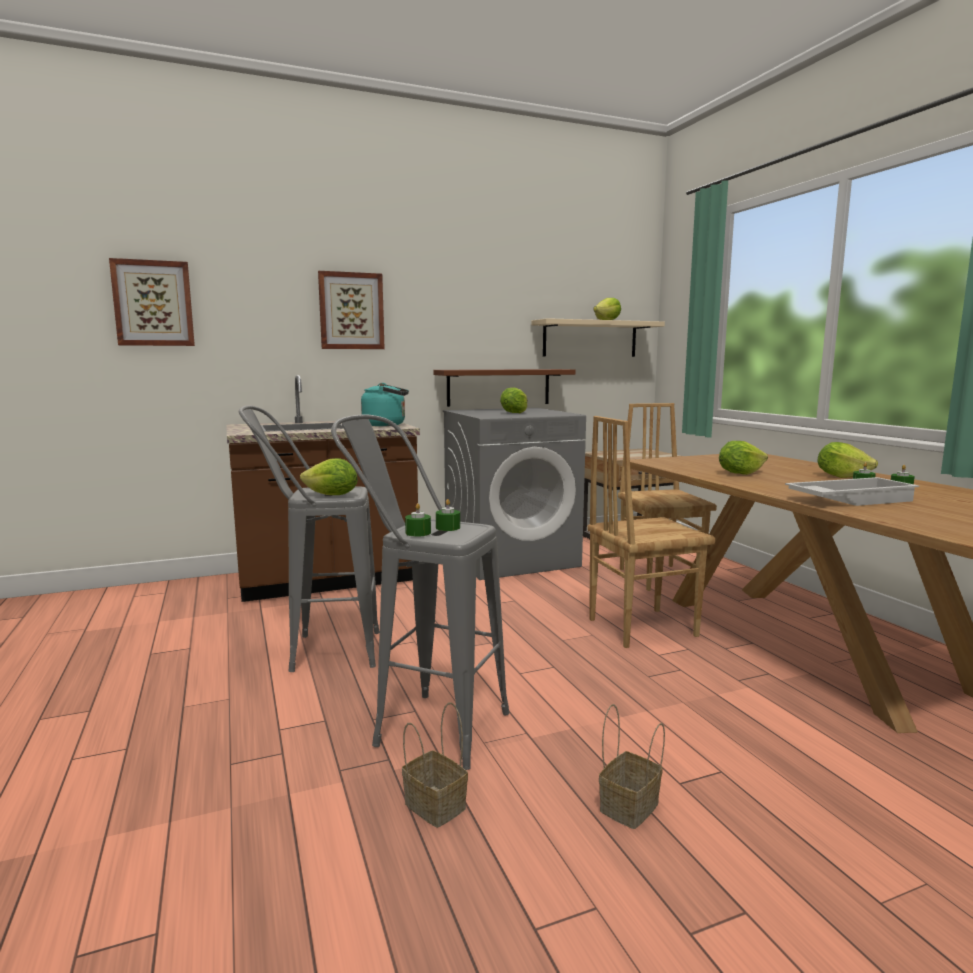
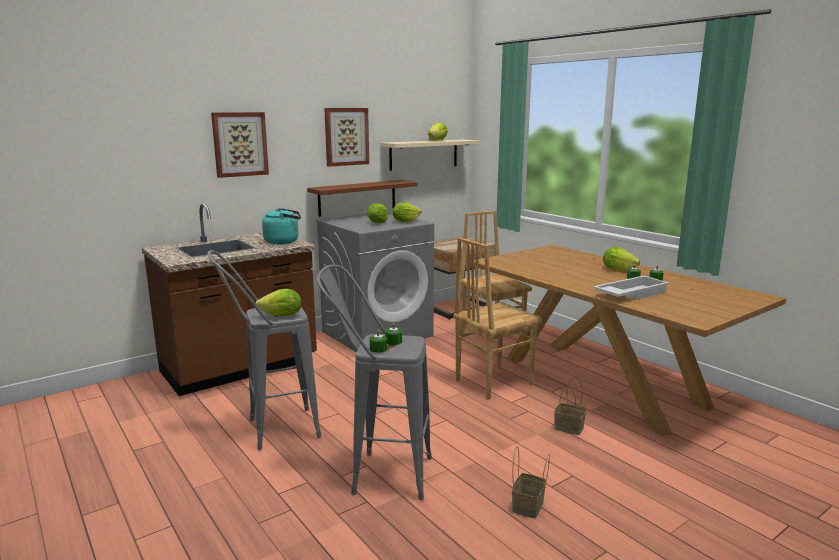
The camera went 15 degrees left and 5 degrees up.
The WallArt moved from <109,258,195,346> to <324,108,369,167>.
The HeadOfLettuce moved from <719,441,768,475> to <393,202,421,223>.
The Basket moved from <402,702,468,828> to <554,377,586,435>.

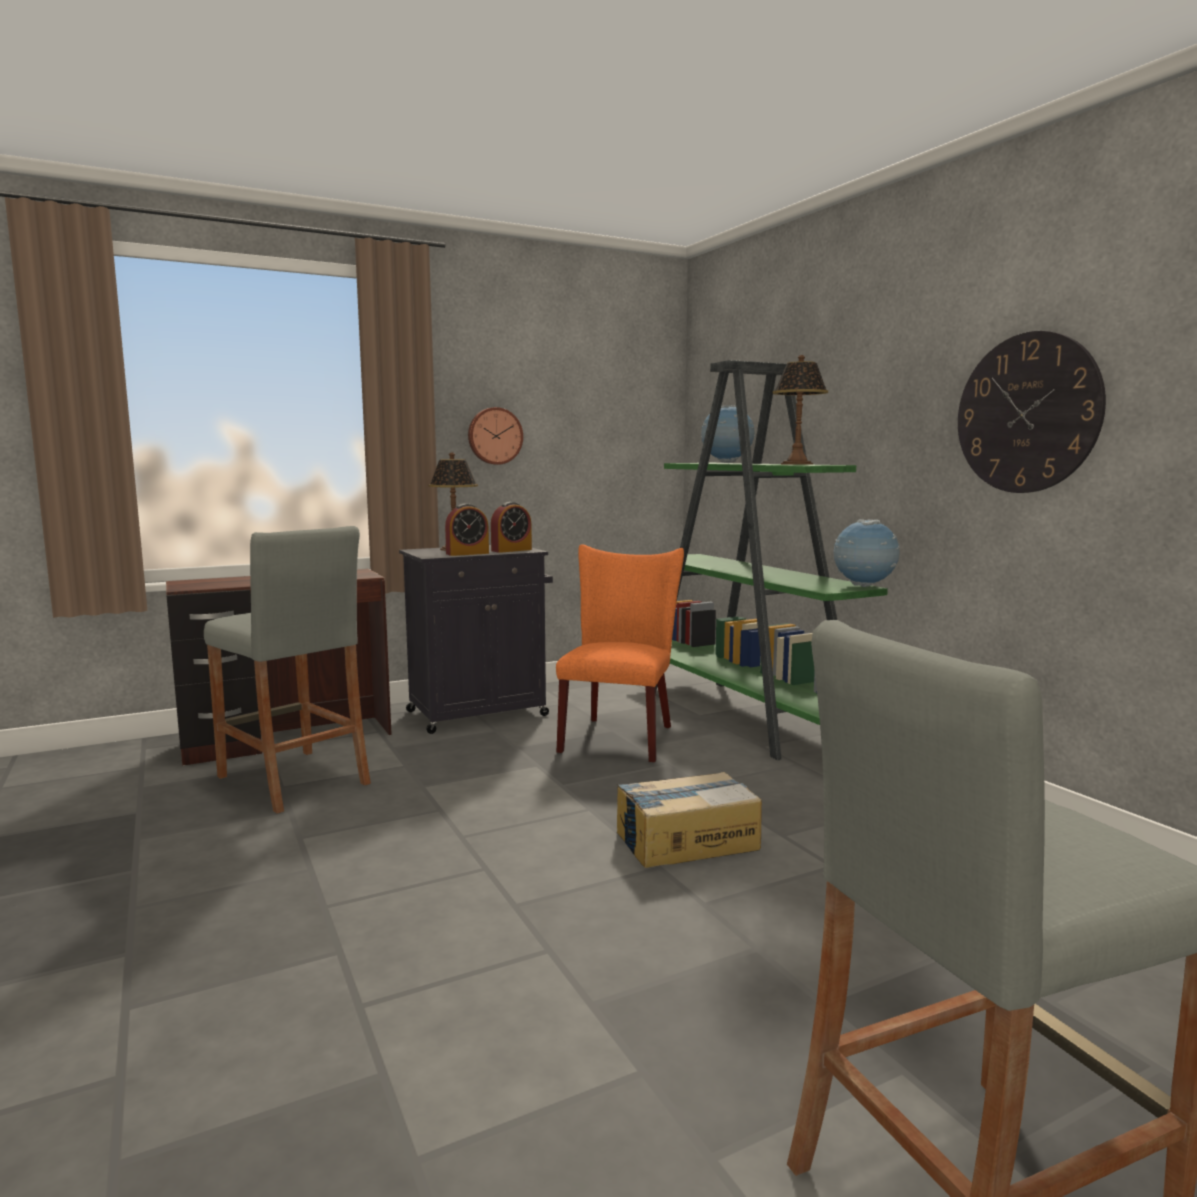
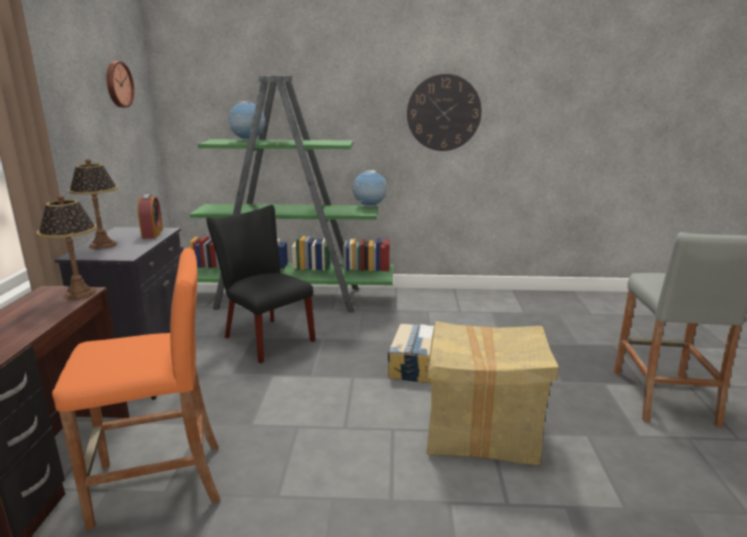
The camera went 60 degrees left and 10 degrees up.
The TabletopLamp moved from <773,355,828,465> to <37,195,97,300>.
The GreySittingStool at <204,526,371,814> became the OrangeSittingStool at <52,248,220,530>.
The HangingClock moved from <468,407,523,465> to <107,61,134,108>.
The OrangePlainChair at <556,544,684,762> became the BlackishPlainChair at <206,205,316,364>.
The CardboardBox at <427,321,559,465> appeared.
The BedsideClock at <445,503,489,556> disappeared.

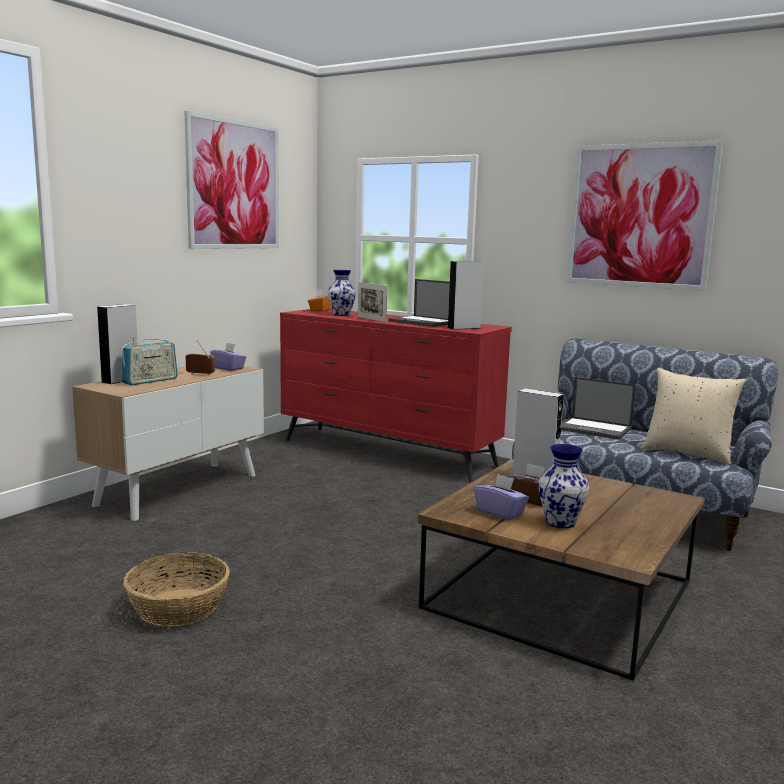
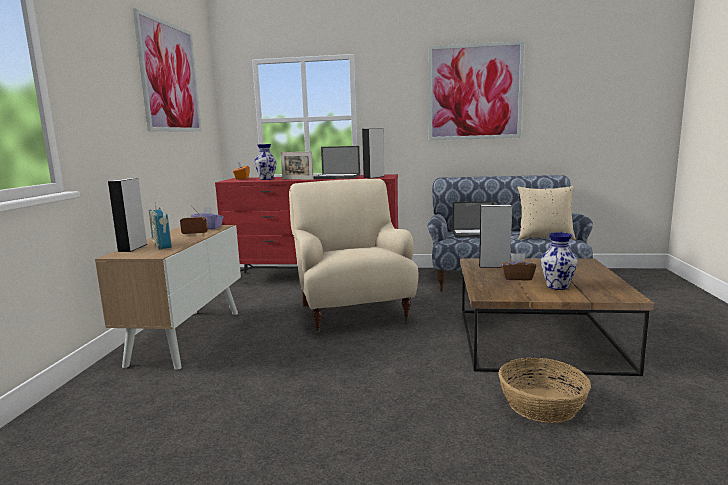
The camera went 25 degrees left and 0 degrees up.
The RadioSet at <121,337,178,385> turned 135 degrees clockwise.
The SandColouredEasyChair at <289,179,418,333> appeared.
The Basket moved from <124,552,230,627> to <498,358,591,423>.
The PurpleColouredTissueBox at <474,474,529,520> disappeared.

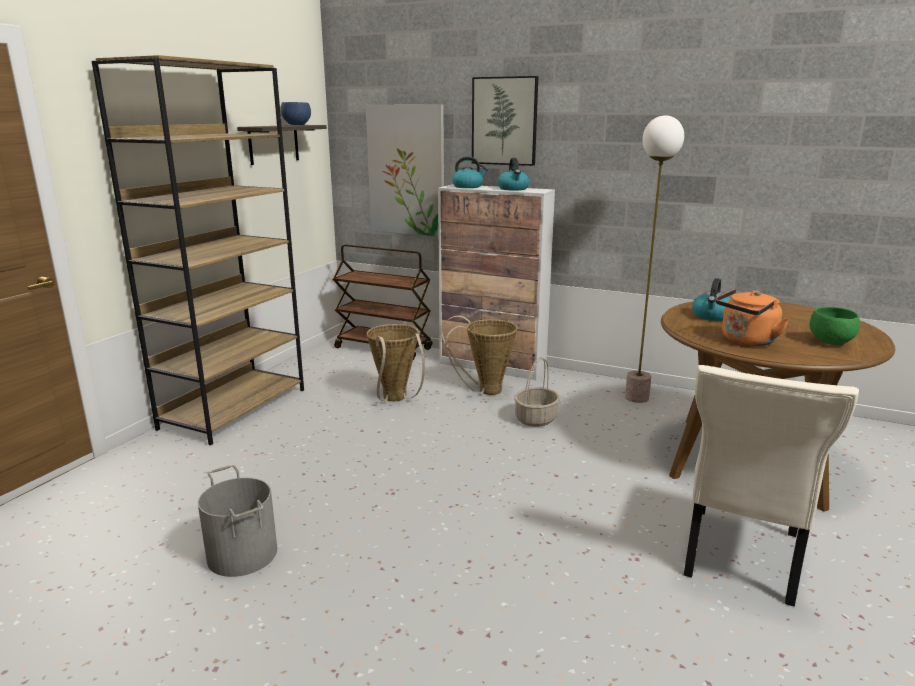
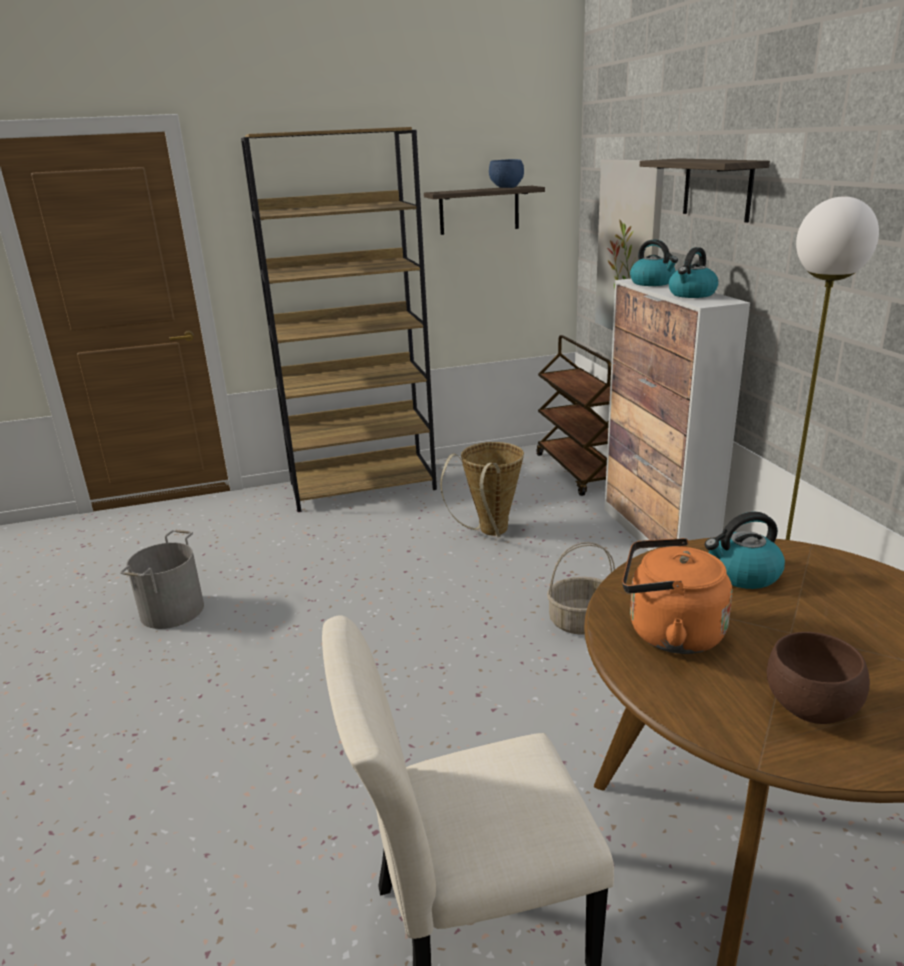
The camera went 50 degrees right and 5 degrees up.
The WallArt at <472,76,538,166> was replaced by the WallShelf at <640,158,770,223>.
The GreenColouredServingBowl at <809,307,860,345> became the BrownServingBowl at <767,632,870,724>.
The Basket at <441,316,517,395> disappeared.

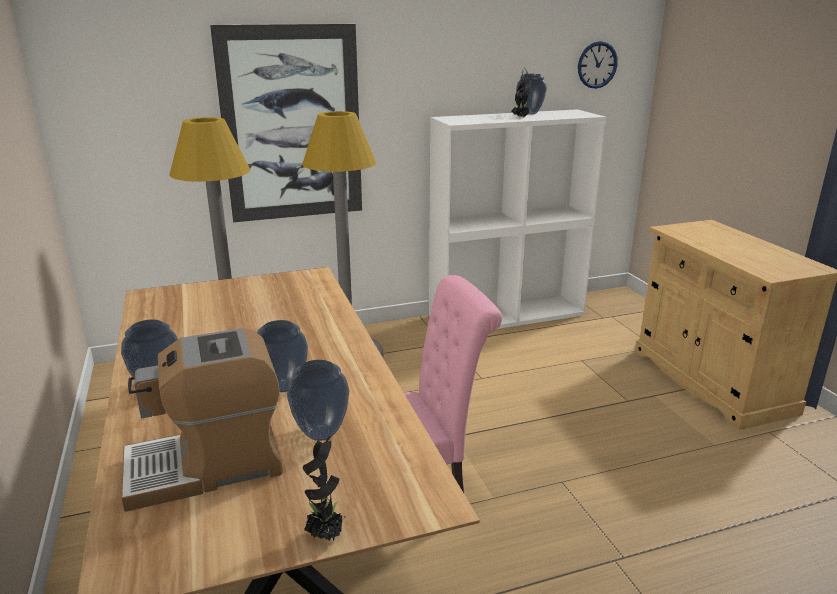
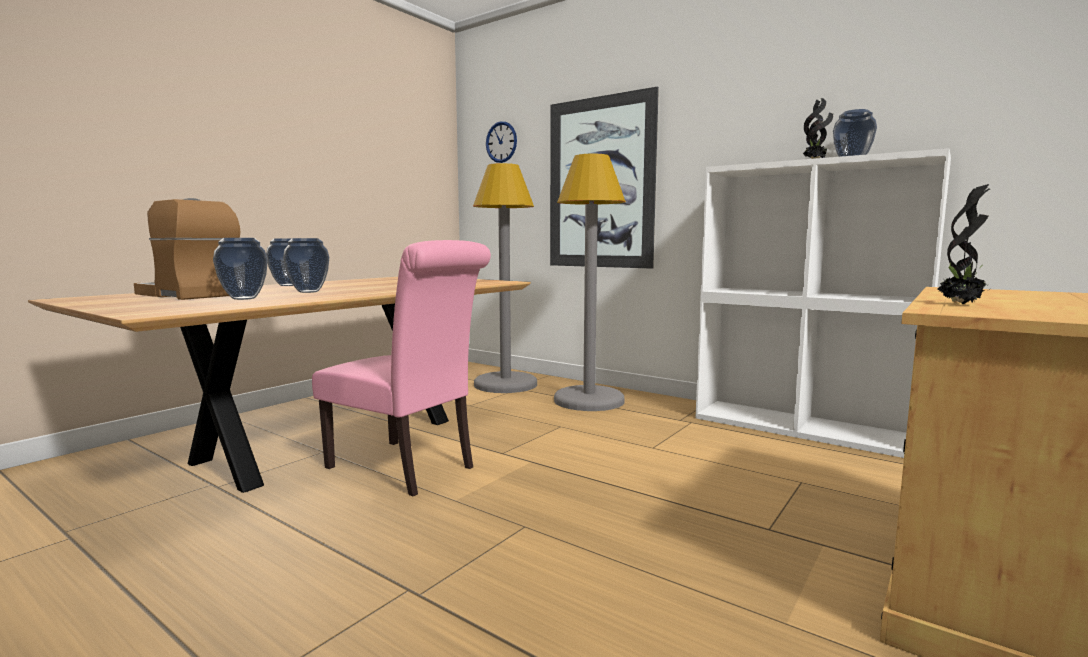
The camera went 55 degrees right and 15 degrees down.
The HangingClock moved from <578,41,618,89> to <486,121,517,163>.
The Houseplant moved from <303,436,346,541> to <937,184,990,304>.

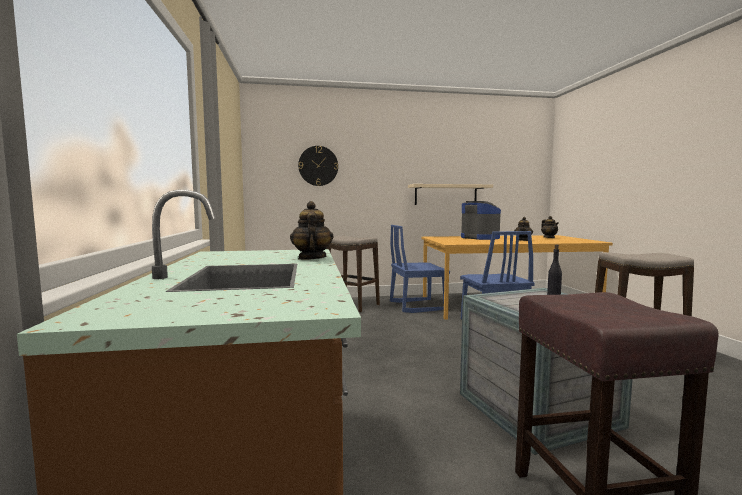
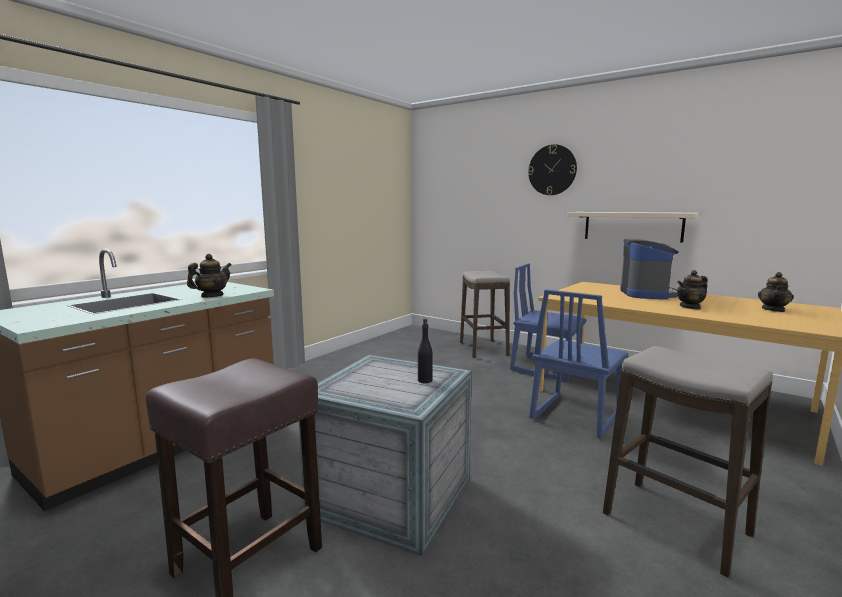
The camera went 45 degrees right and 5 degrees up.
The HangingClock moved from <298,146,338,186> to <528,144,577,195>.

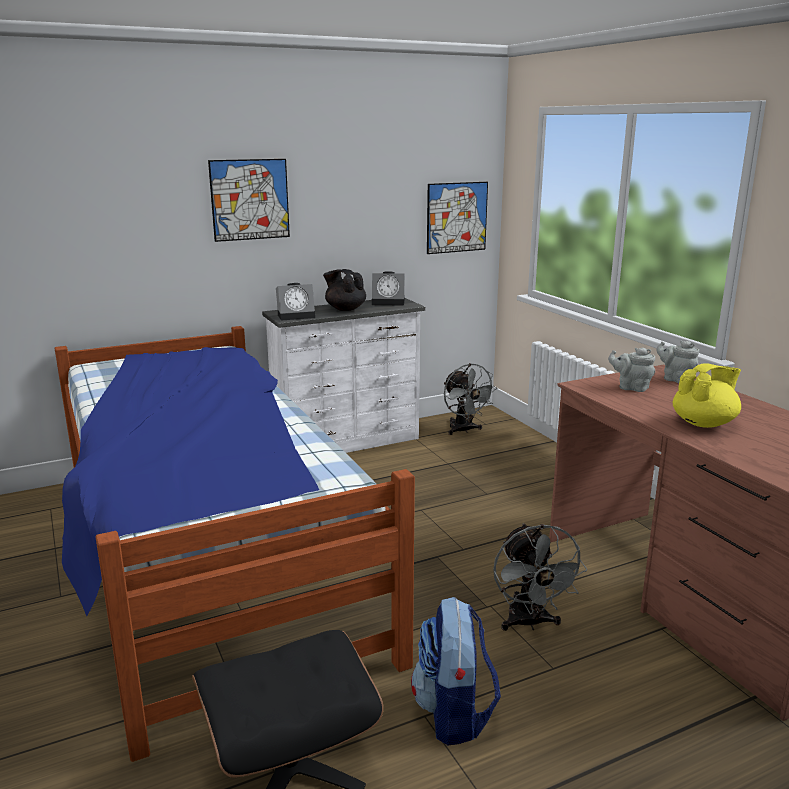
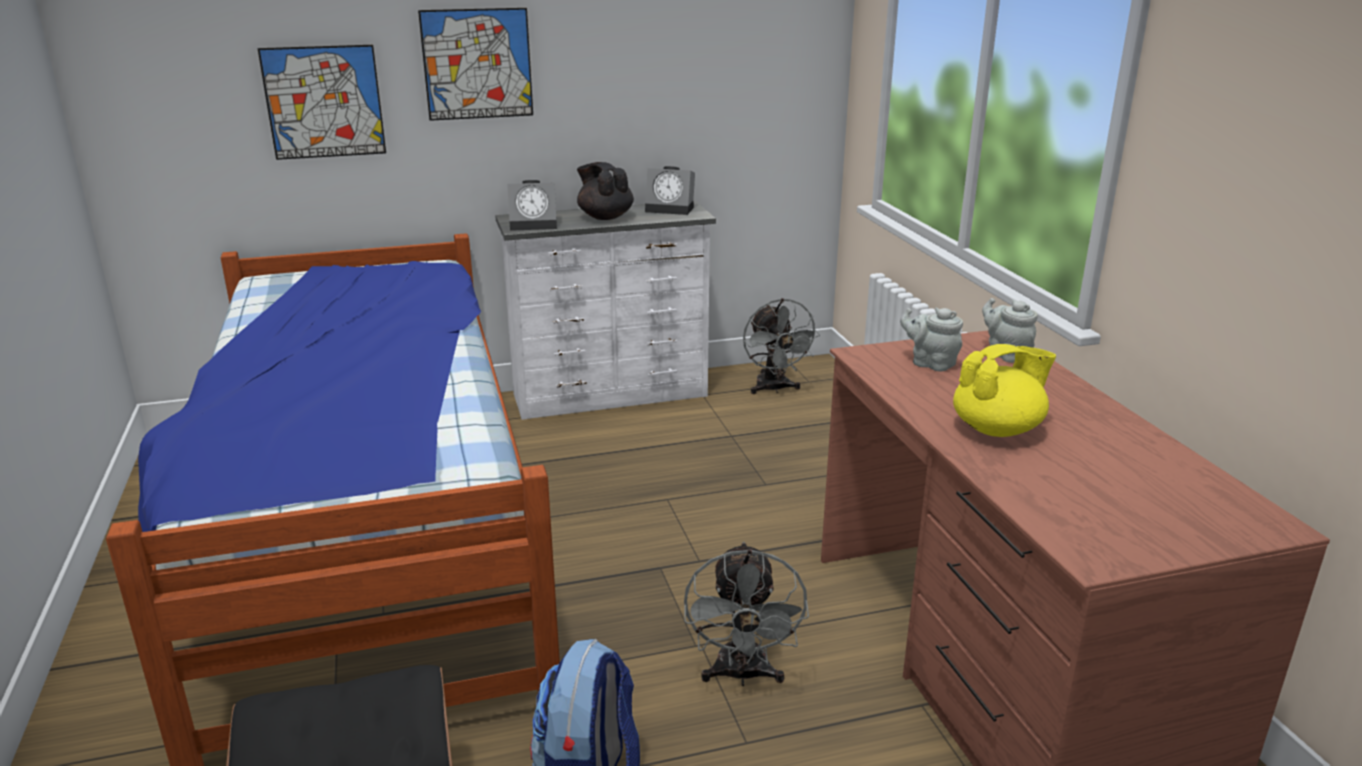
The camera went 10 degrees right and 5 degrees up.
The WallArt moved from <427,182,488,254> to <257,45,386,160>.

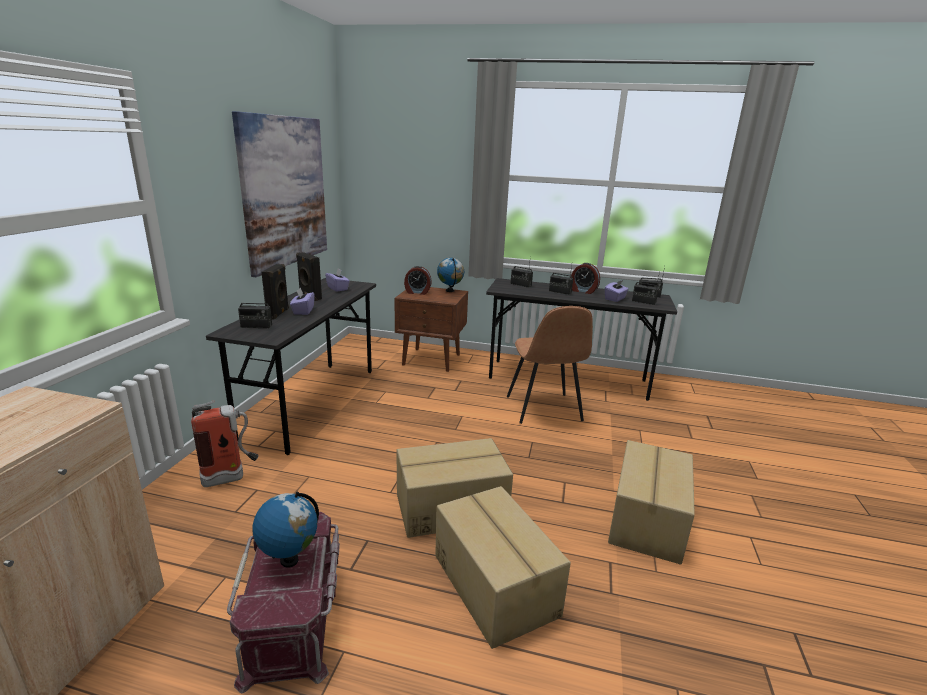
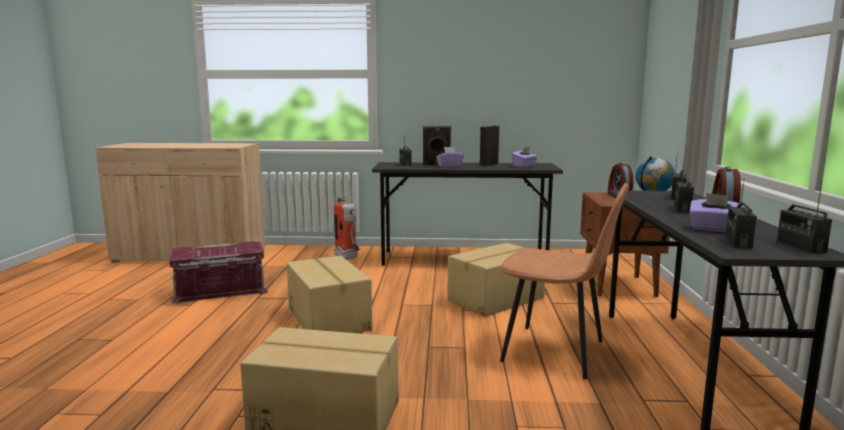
The camera went 80 degrees right and 10 degrees down.
The CardboardBox moved from <435,486,571,649> to <447,243,545,317>.
The BrownPlainChair at <507,306,593,424> turned 135 degrees counterclockwise.
The WallArt at <232,111,327,277> disappeared.
The WorldGlobe at <252,492,319,568> disappeared.

